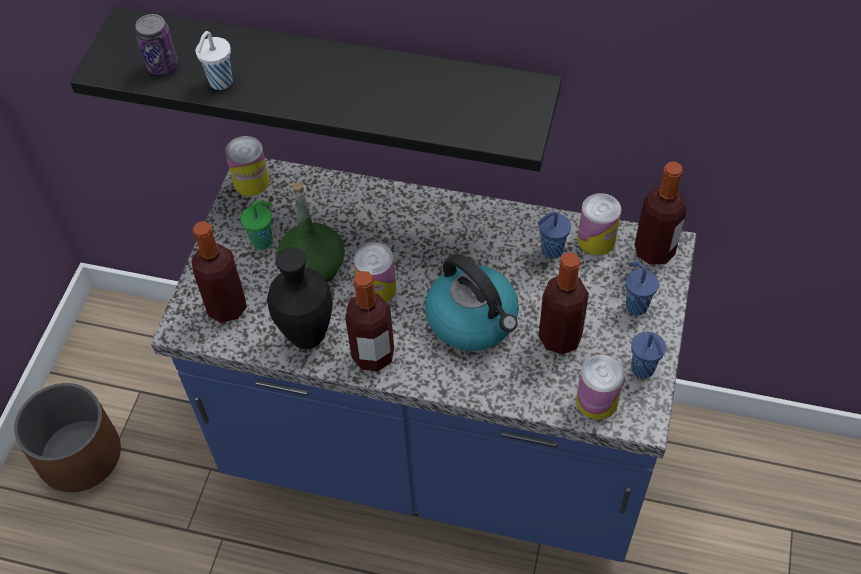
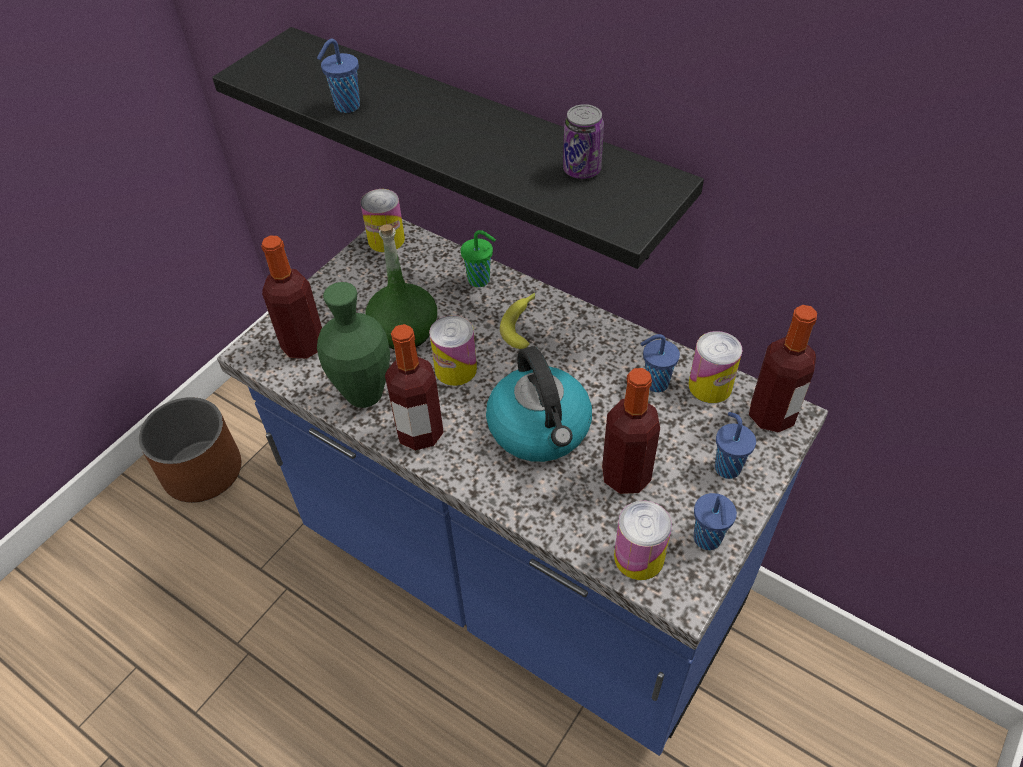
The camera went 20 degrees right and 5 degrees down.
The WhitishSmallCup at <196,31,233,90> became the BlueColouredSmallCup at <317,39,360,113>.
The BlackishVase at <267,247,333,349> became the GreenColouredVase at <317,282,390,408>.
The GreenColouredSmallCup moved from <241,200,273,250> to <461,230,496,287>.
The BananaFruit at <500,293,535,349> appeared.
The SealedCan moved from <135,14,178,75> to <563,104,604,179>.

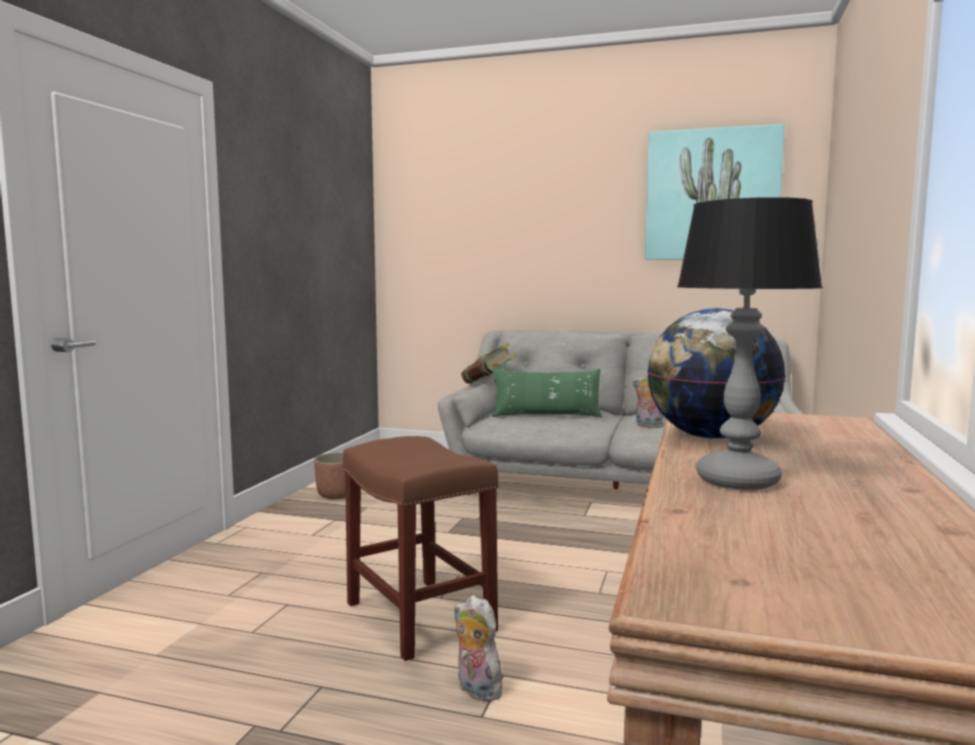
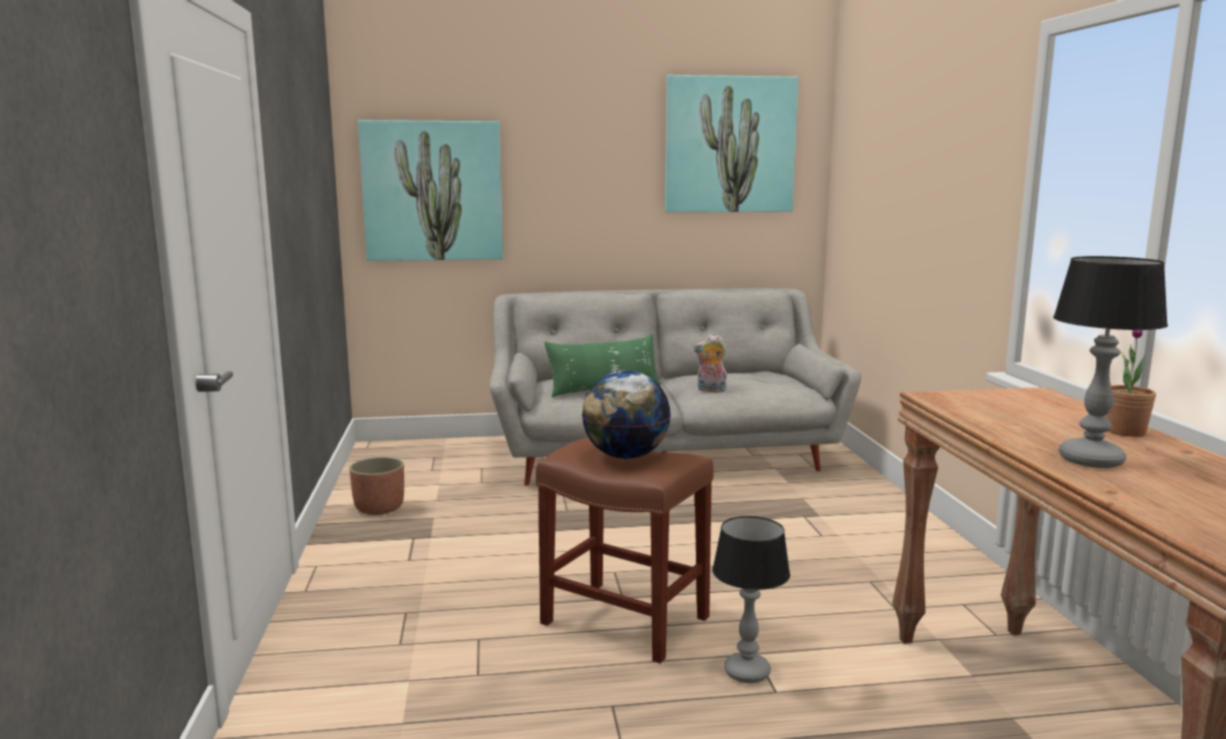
The camera went 25 degrees left and 5 degrees up.
The WallArt at <358,120,503,261> appeared.
The WorldGlobe moved from <647,308,786,439> to <582,370,671,459>.
The SoftToy at <454,595,502,702> was replaced by the TabletopLamp at <712,516,790,683>.
The Houseplant at <1106,330,1156,437> appeared.
The BoundBook at <461,343,516,384> disappeared.

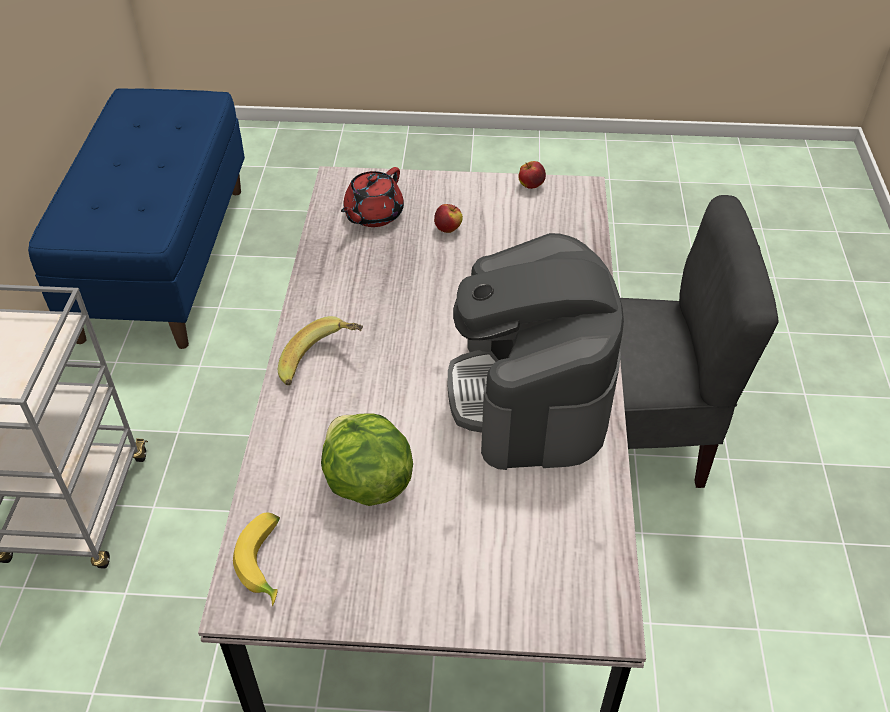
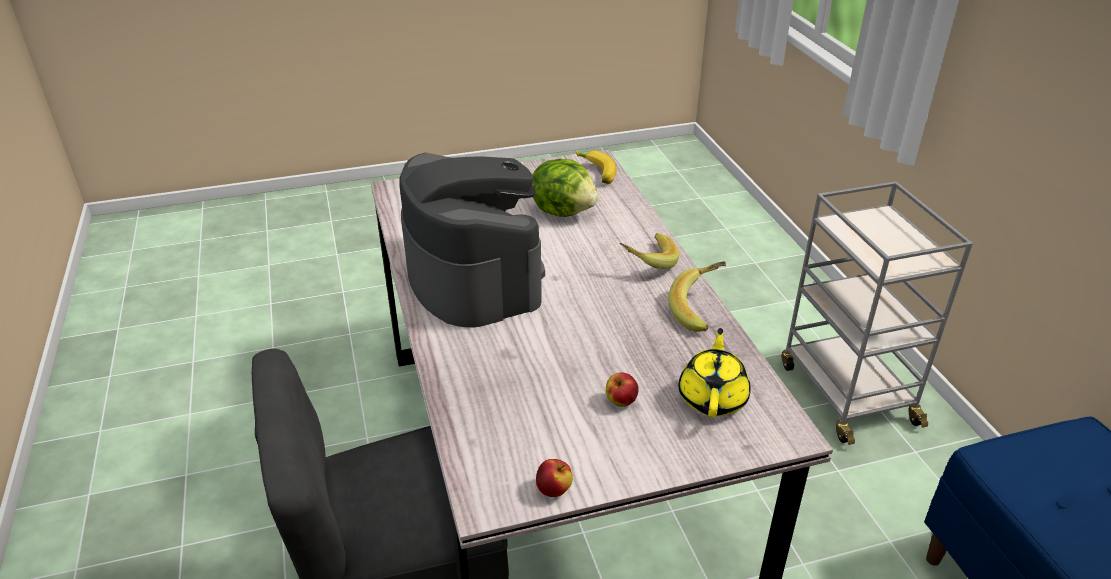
The camera went 160 degrees right and 10 degrees down.
The BananaFruit at <669,261,726,332> appeared.
The ReddishTeapot at <341,167,404,227> became the YellowColouredTeapot at <679,328,751,418>.

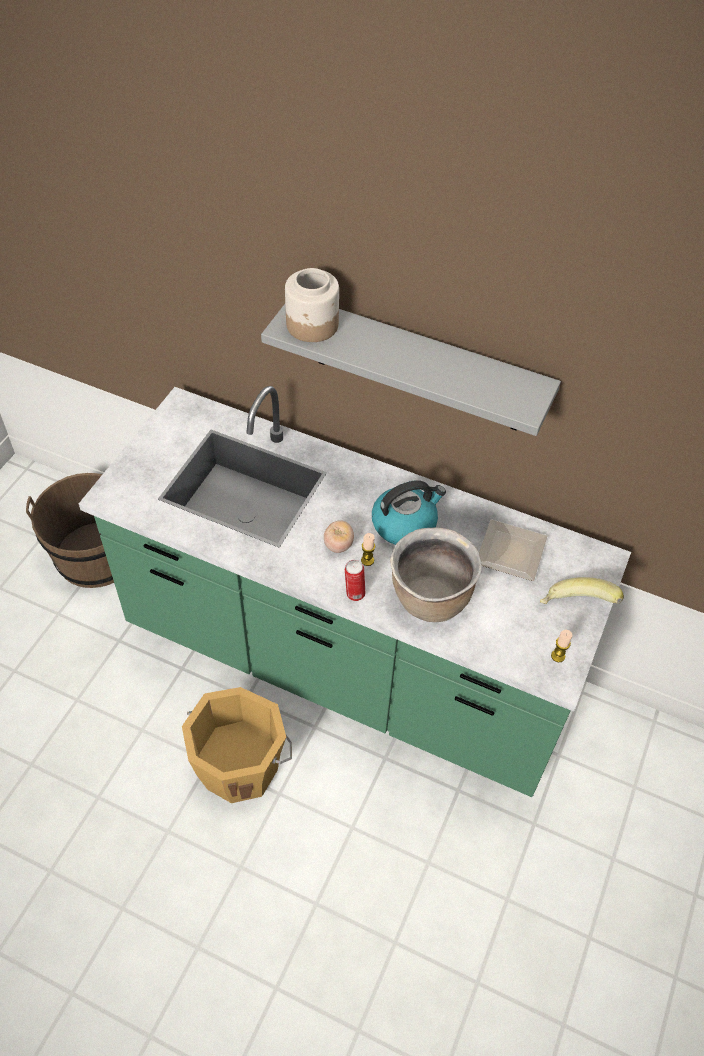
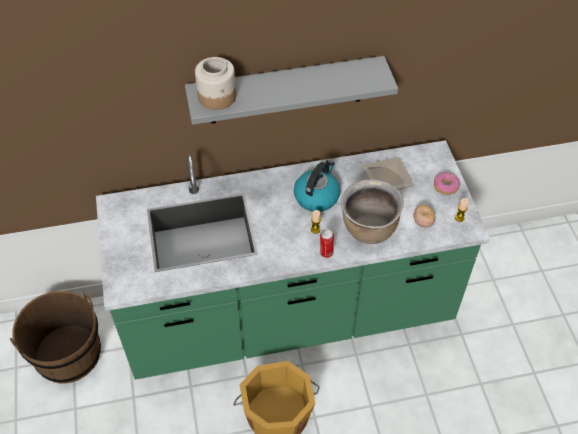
The camera went 35 degrees left and 0 degrees up.
The FreshTomato moved from <324,520,354,553> to <413,205,436,228>.
The BananaFruit at <540,577,624,604> was replaced by the Donut at <434,172,460,195>.

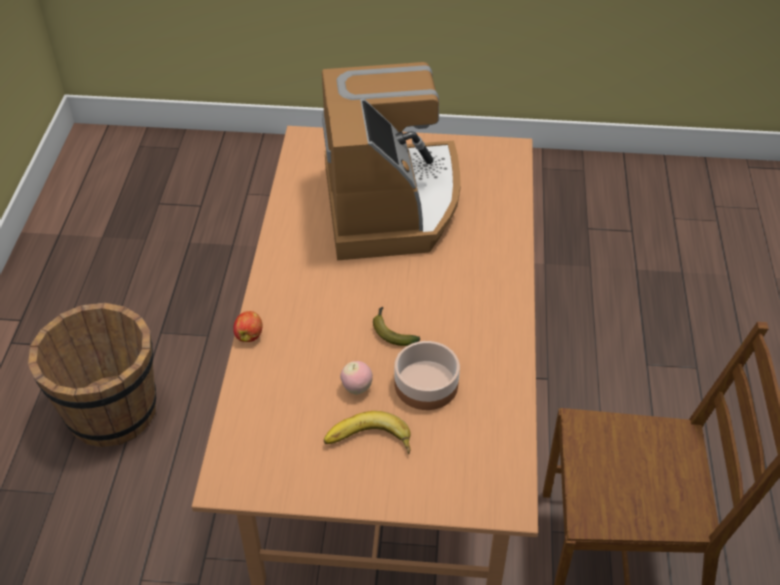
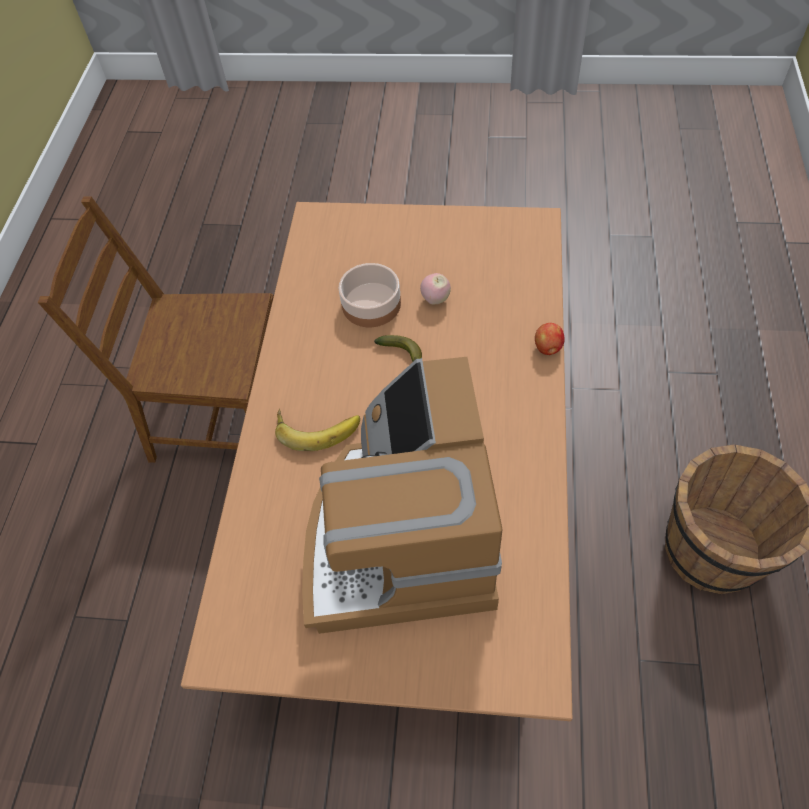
The camera went 175 degrees left and 10 degrees up.
The BananaFruit moved from <324,411,411,454> to <275,409,360,451>.

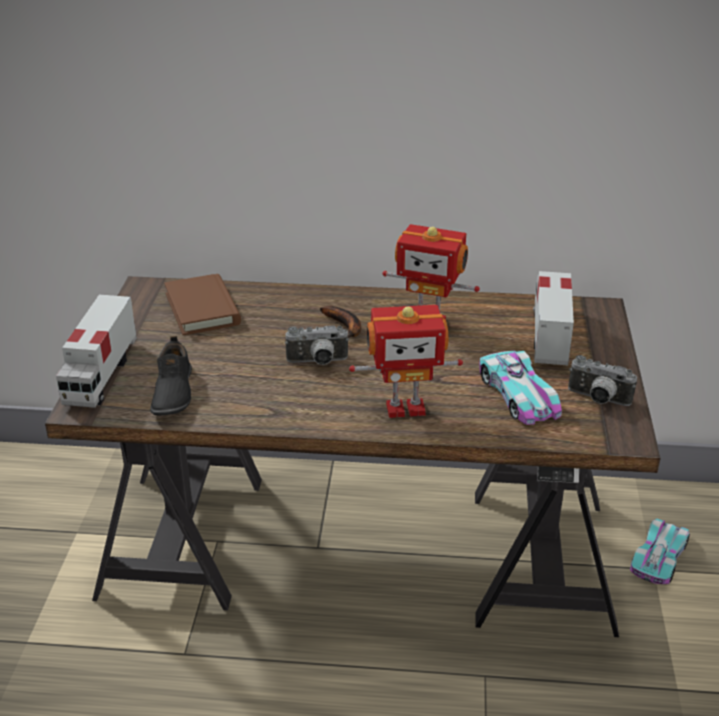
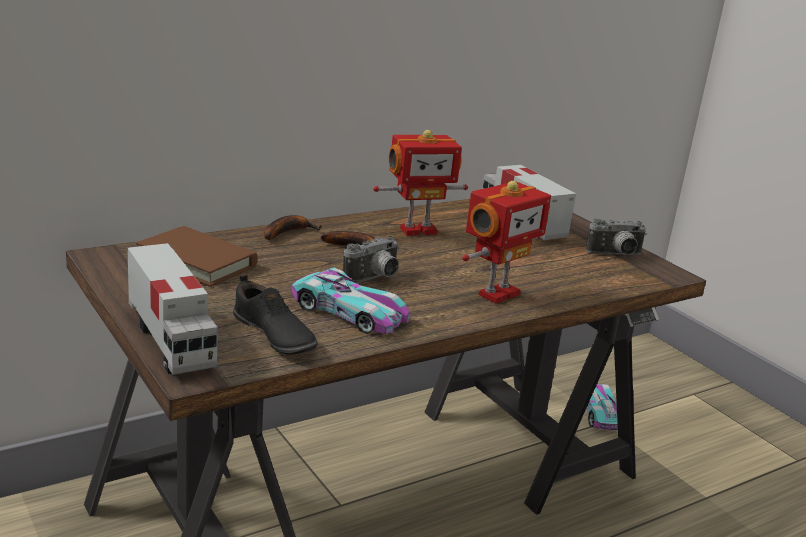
The camera went 40 degrees left and 10 degrees down.
The BananaFruit at <263,215,322,240> appeared.
The MiniatureCar moved from <479,351,562,425> to <292,267,410,334>.

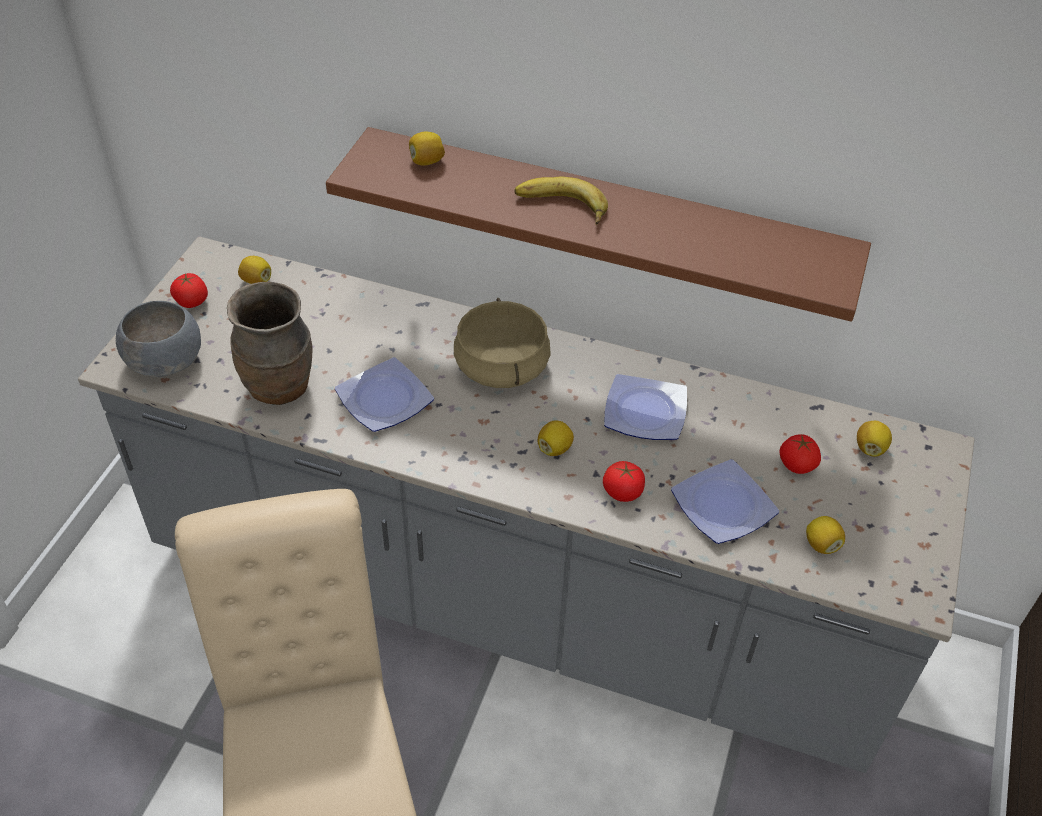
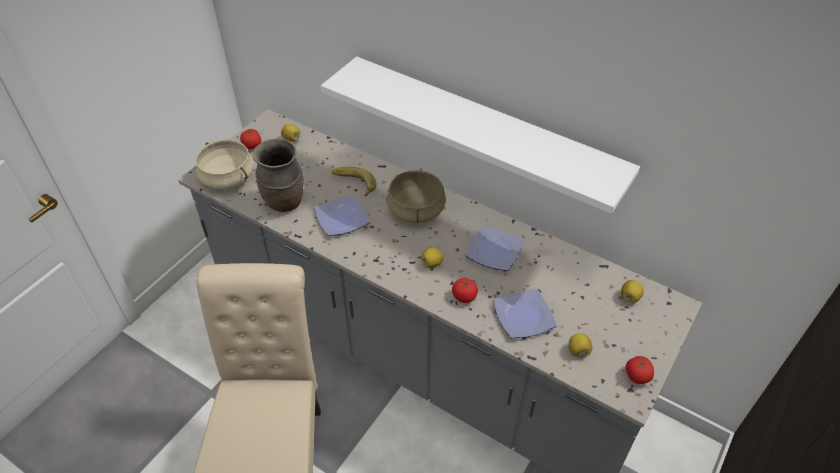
The camera went 15 degrees right and 0 degrees up.
The GreyServingBowl at <115,301,201,377> was replaced by the SandColouredCookingPot at <195,139,254,189>.
The BrownWallShelf at <326,127,871,322> became the WhitishWallShelf at <321,57,640,214>.
The BananaFruit moved from <514,176,608,225> to <332,167,377,196>.
The FreshTomato moved from <779,434,821,474> to <626,356,654,384>.
The Lemon at <409,131,445,165> disappeared.

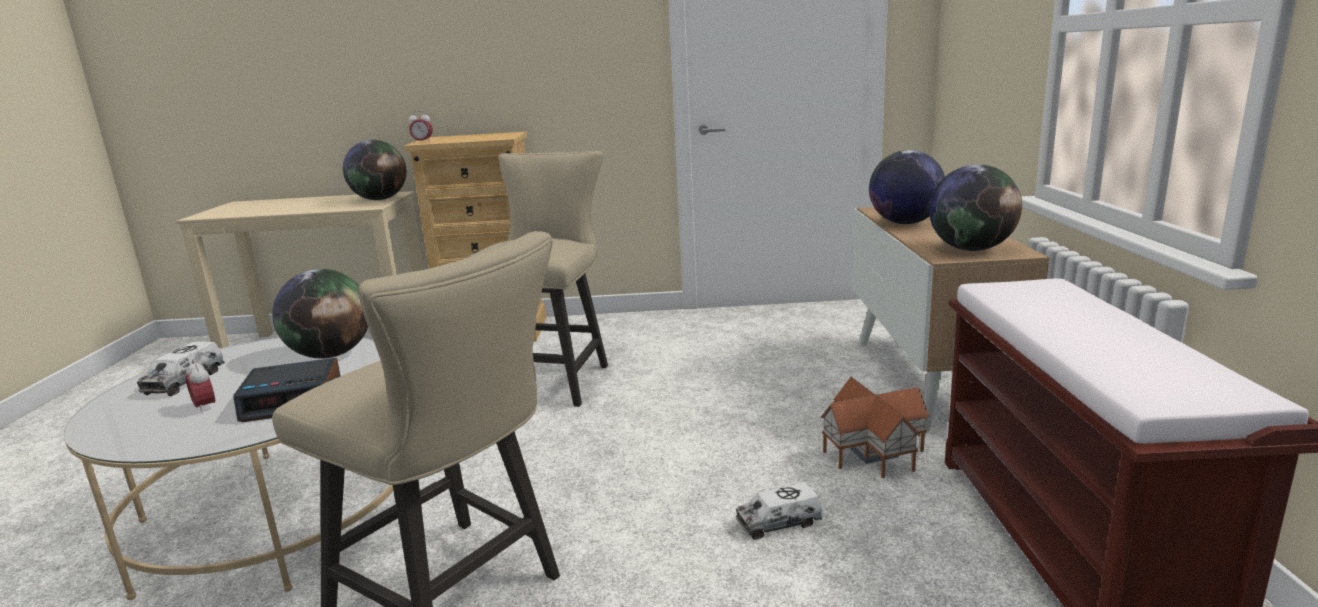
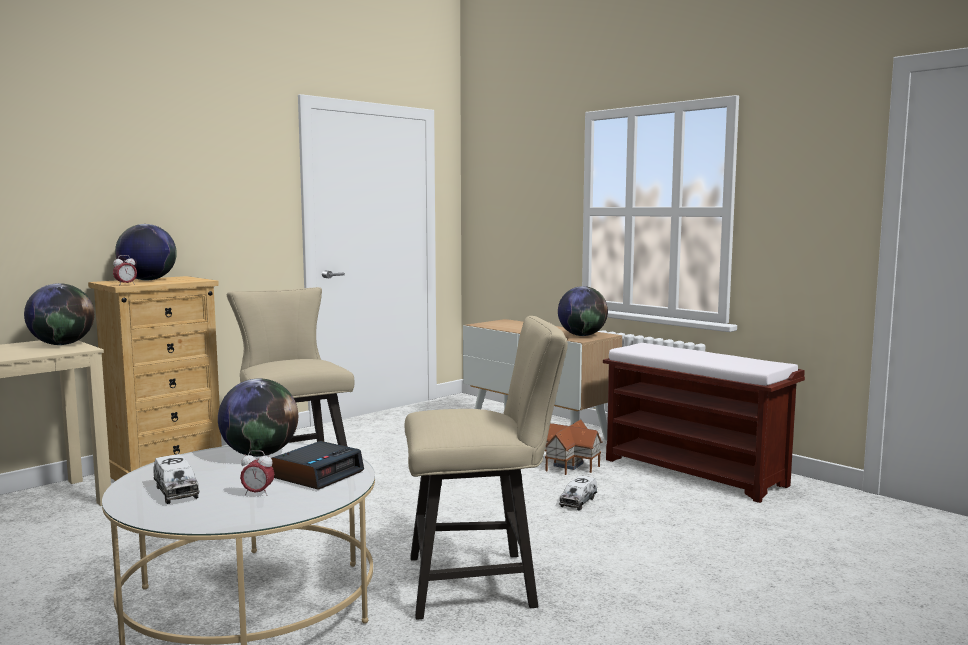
The camera went 45 degrees left and 10 degrees down.
The WorldGlobe moved from <869,150,945,224> to <115,224,177,280>.

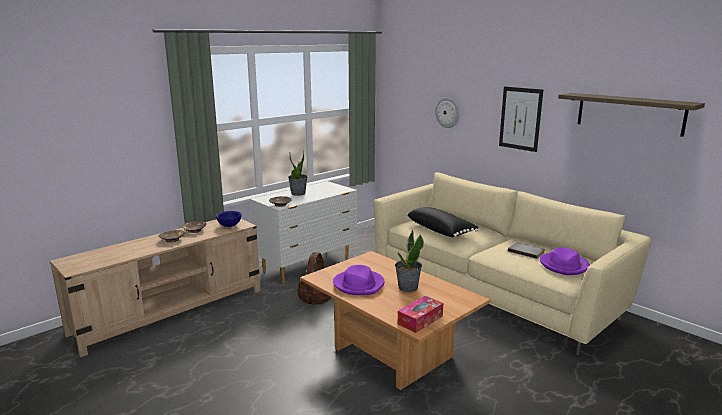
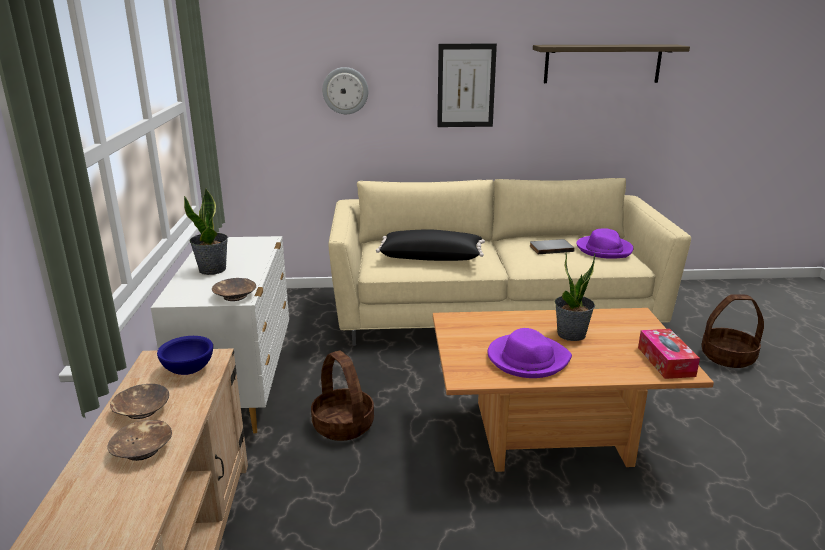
The camera went 50 degrees left and 5 degrees up.
The Basket at <701,294,764,368> appeared.

